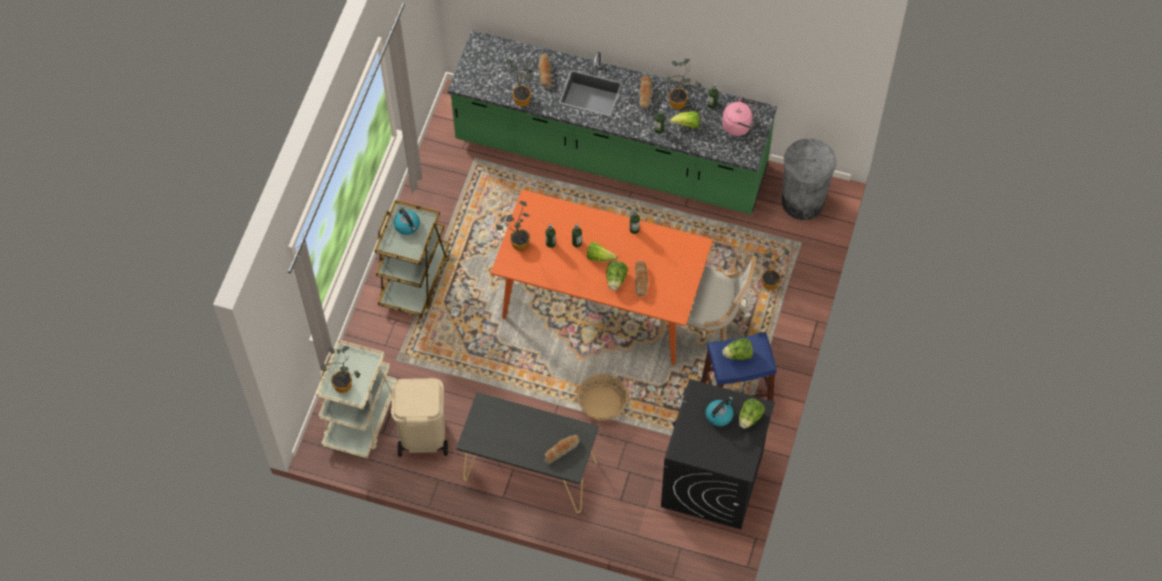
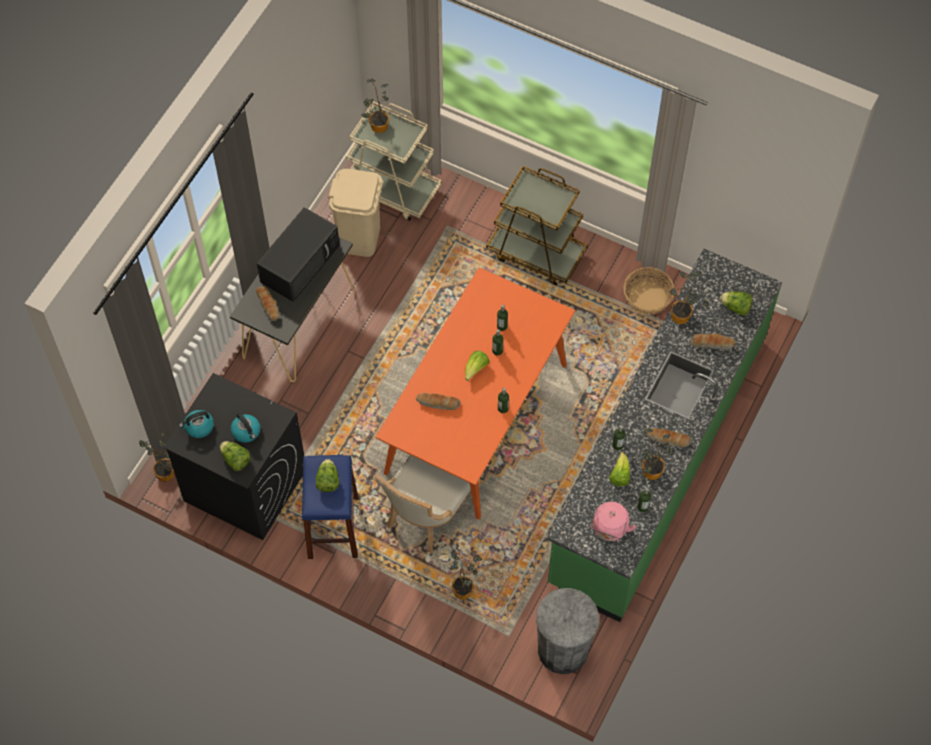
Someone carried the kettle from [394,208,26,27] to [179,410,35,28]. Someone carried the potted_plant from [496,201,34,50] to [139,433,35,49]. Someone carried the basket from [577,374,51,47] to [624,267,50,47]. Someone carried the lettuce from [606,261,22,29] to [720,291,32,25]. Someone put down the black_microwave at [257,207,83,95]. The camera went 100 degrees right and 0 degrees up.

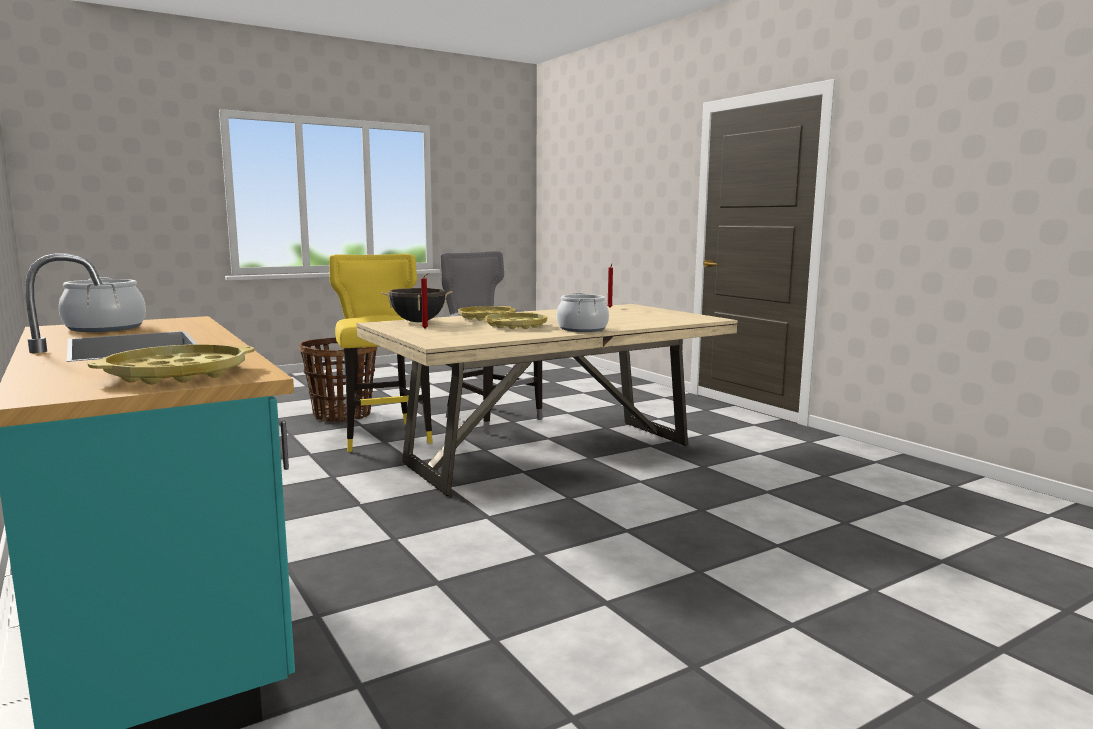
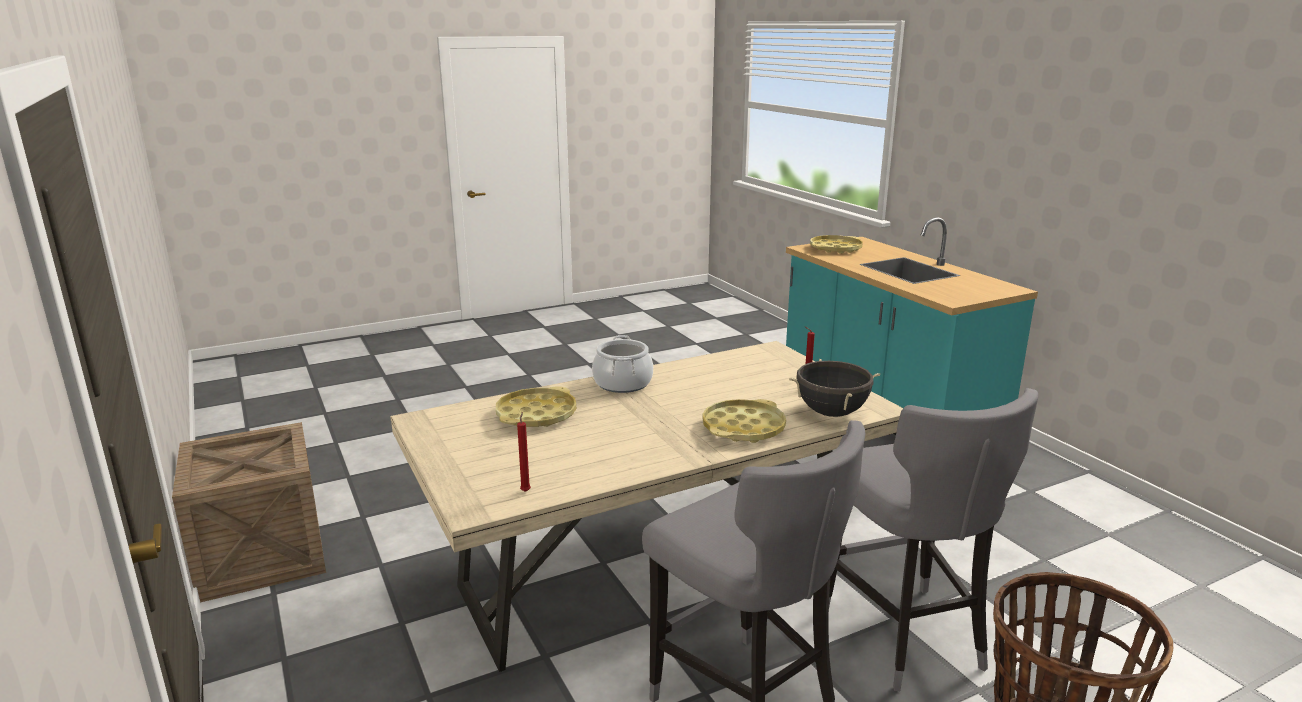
Someone took away the cooking_pot at [59,277,87,55]. Someone repainted the yellow_stool at [329,254,103,198], which became the grey_stool at [829,388,209,303]. Someone carried the yellow_tray from [485,312,62,17] to [496,386,80,41]. Someone put down the crate at [172,422,154,180]. The camera went 175 degrees left and 10 degrees up.

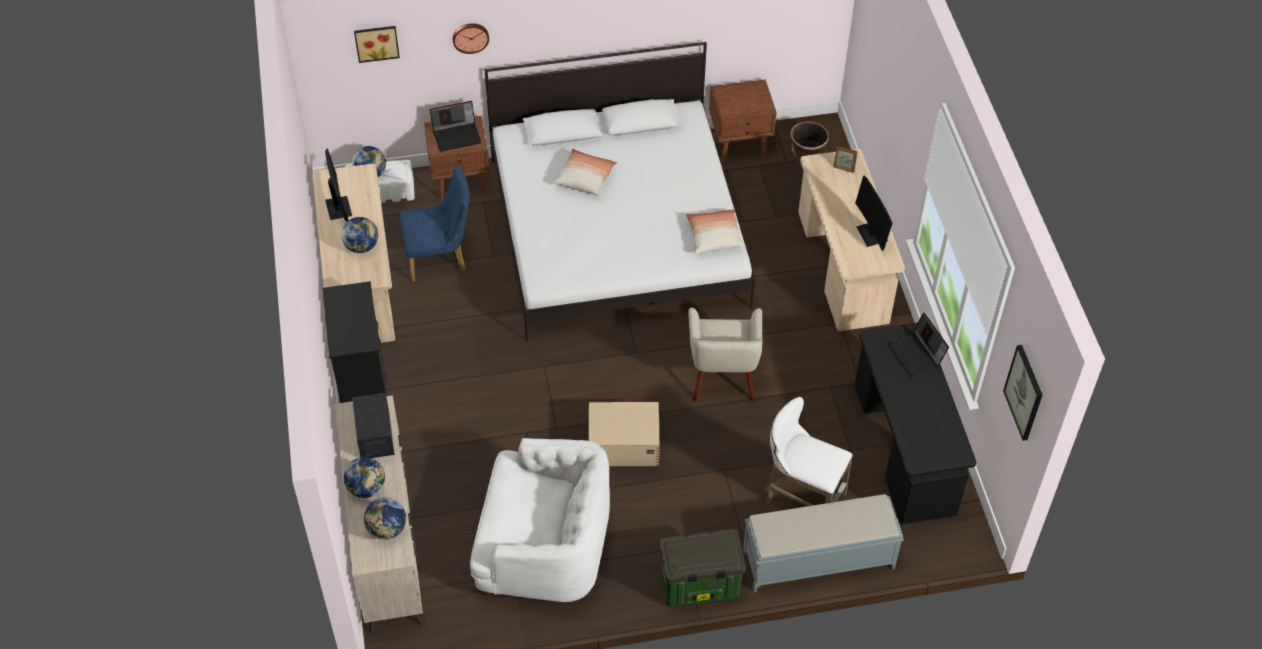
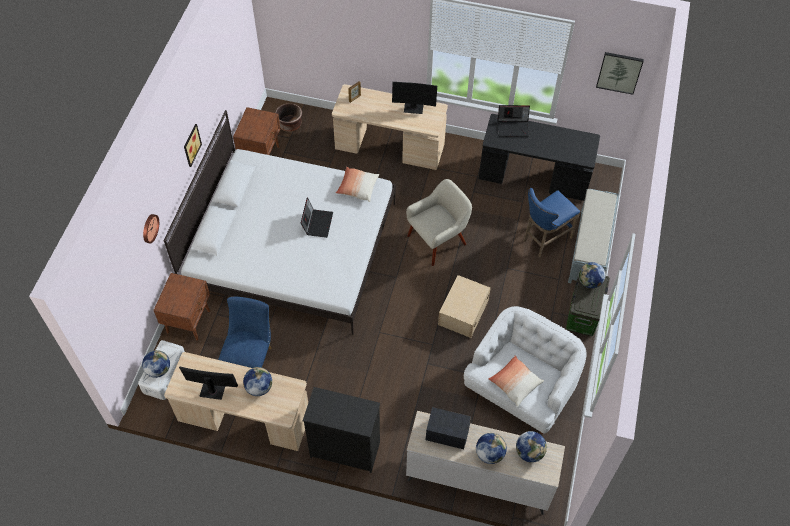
Someone carried the picture from [354,26,46,37] to [184,124,18,43]. Someone carried the laptop from [430,101,51,51] to [301,197,32,41]. Someone carried the pillow from [552,149,65,47] to [488,355,56,52]. Someone rotated the beige_armchair at [688,308,75,94] by 60 degrees counterclockwise. Someone repainted the white_stool at [767,397,86,109], which became the blue_stool at [523,188,57,69]. Someone put down the globe at [579,262,26,26]. The camera went 65 degrees left and 5 degrees up.

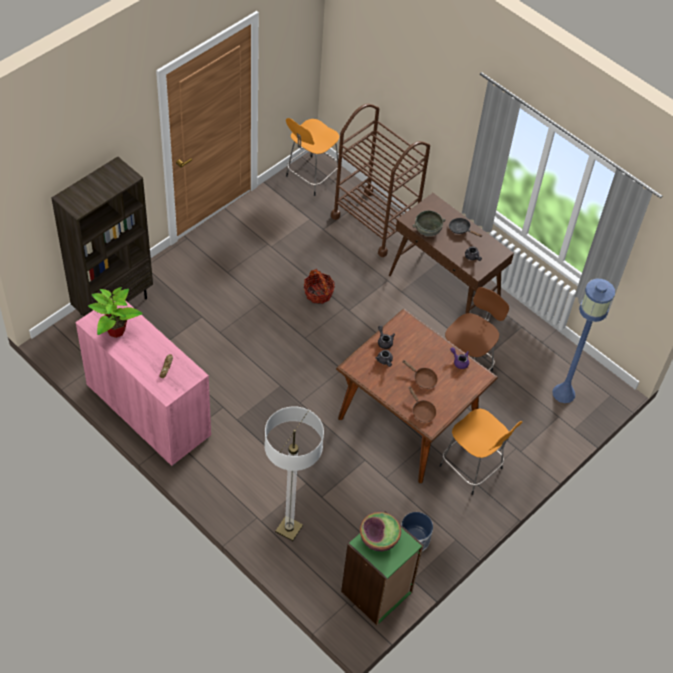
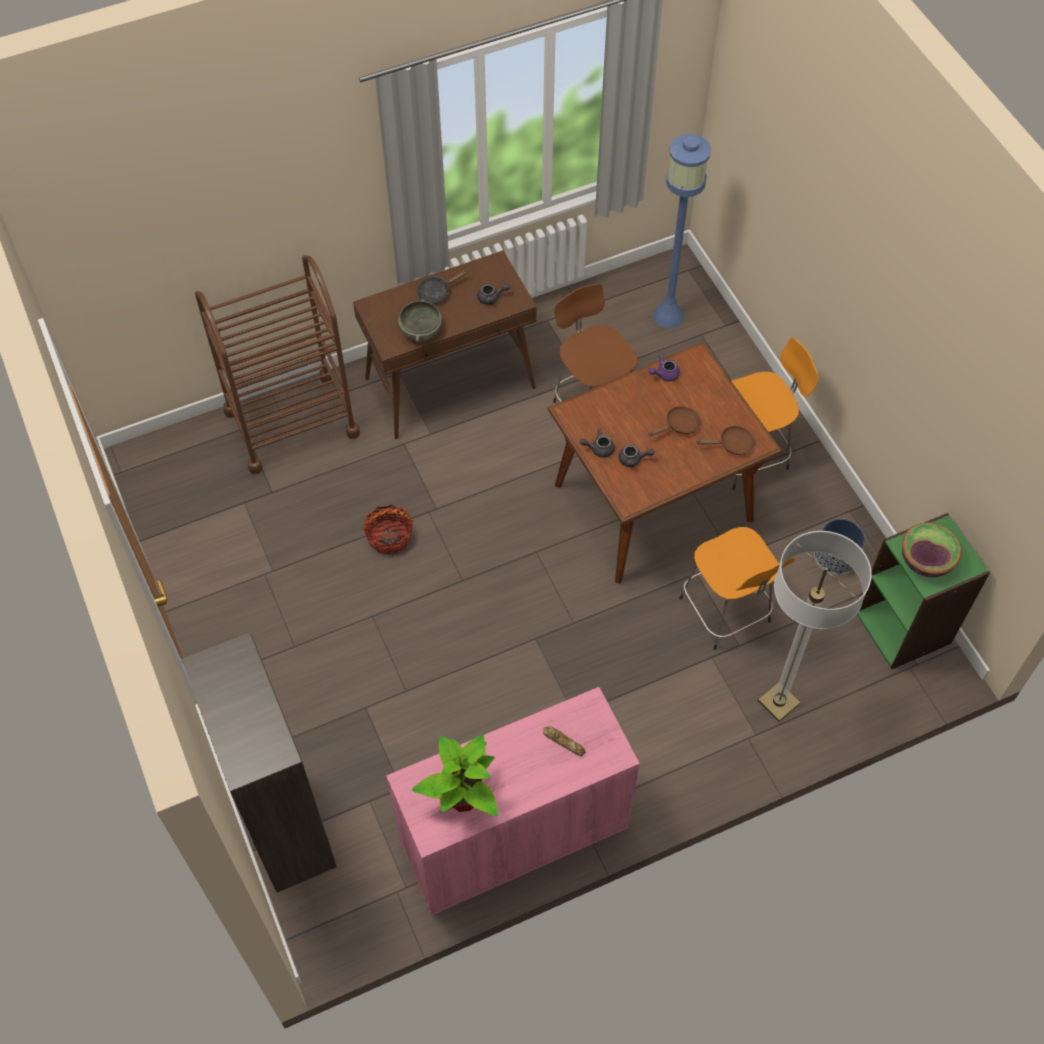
Someone carried the orange_stool from [286,118,53,78] to [679,527,116,123]. The camera went 65 degrees left and 5 degrees up.

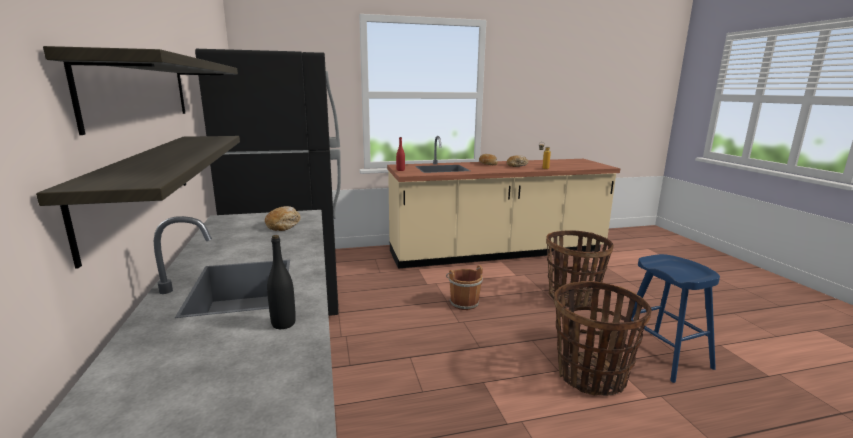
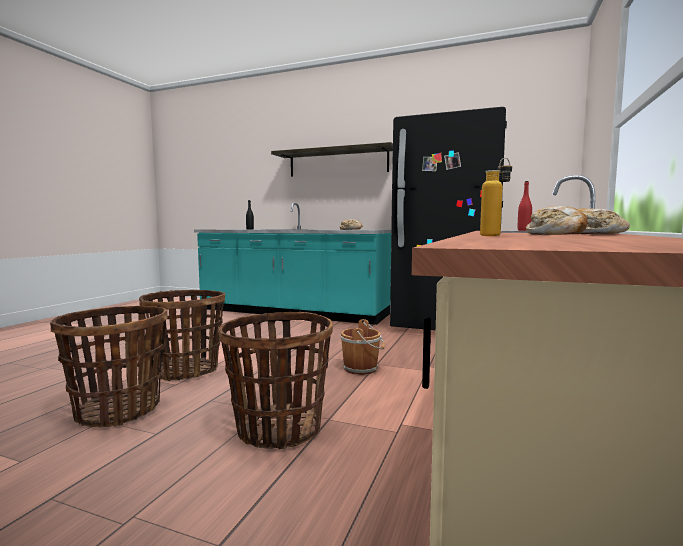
Someone took away the shelf at [36,136,204,133]. Someone swapped the blue_stool at [631,254,89,129] for the basket at [50,305,118,122]. The camera went 125 degrees right and 10 degrees down.

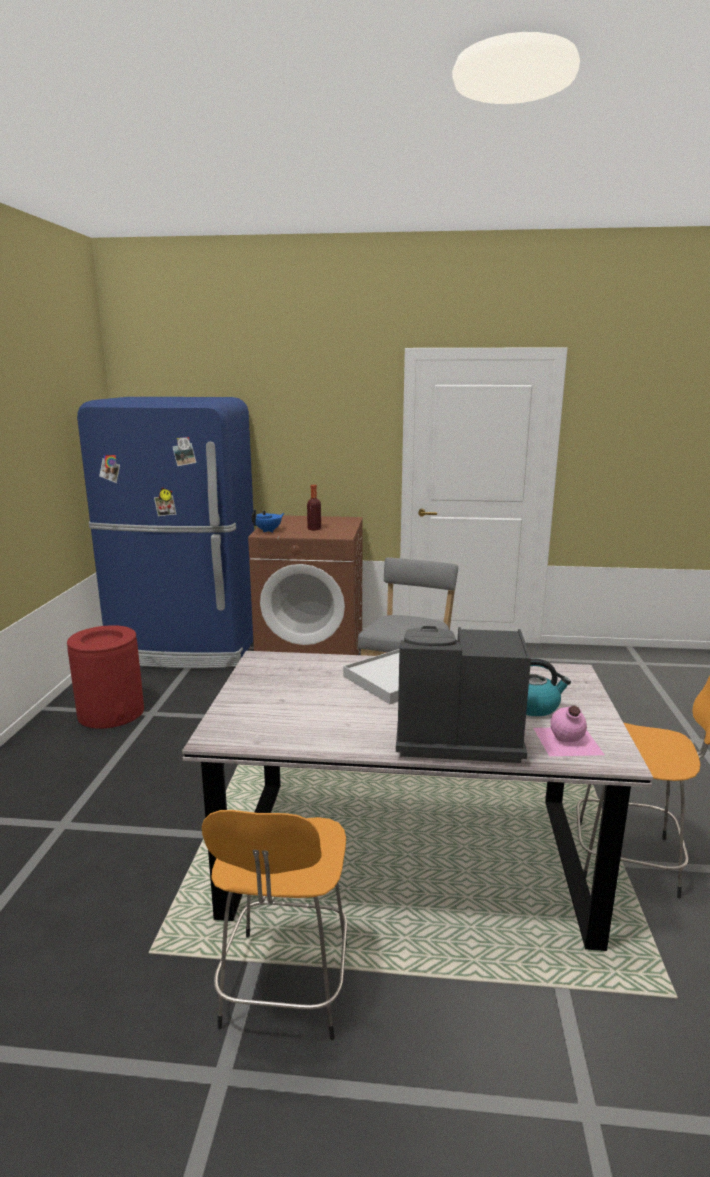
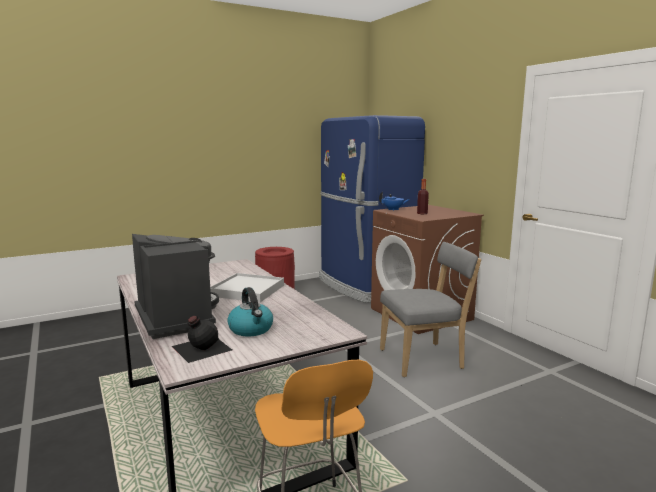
Someone took away the orange_stool at [202,810,145,230]. Someone repainted the pink_bottle at [533,706,71,50], which became the black_bottle at [172,316,60,47]. The camera went 55 degrees right and 5 degrees down.

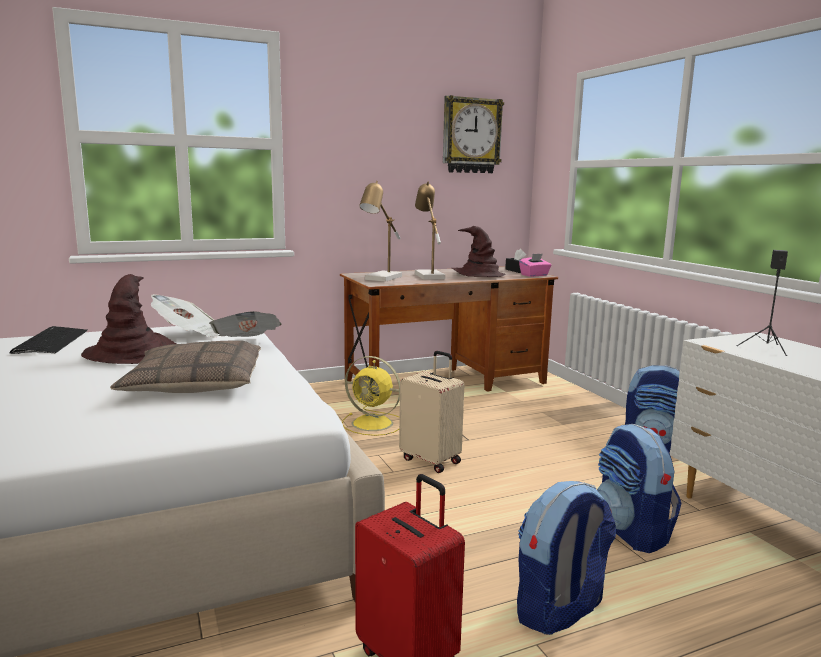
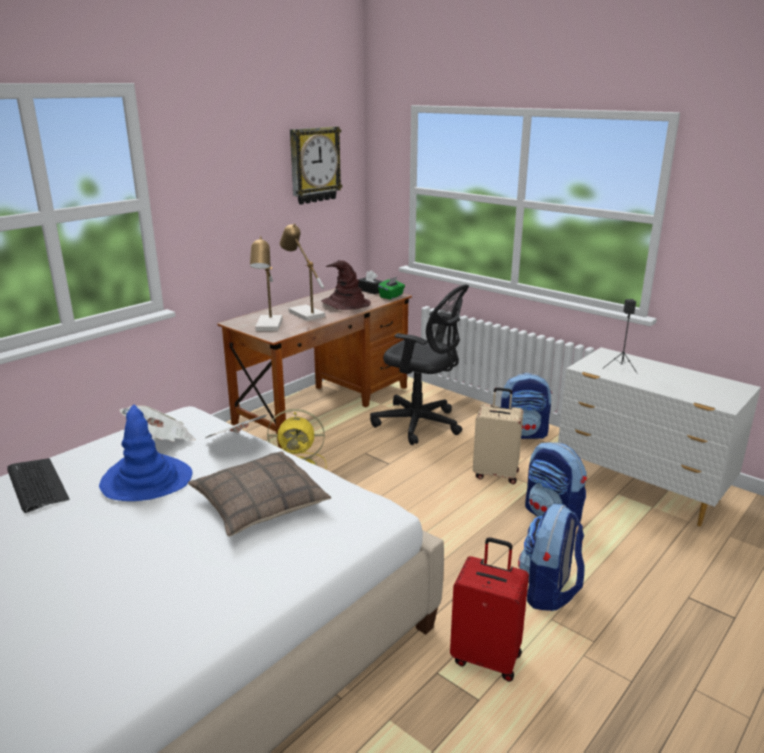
Someone repainted the brown_hat at [81,274,95,90], which became the blue_hat at [99,404,93,97]. Someone carried the beige_suitcase from [399,351,65,122] to [473,387,50,97]. Someone repainted the pink_tissue_box at [519,254,32,23], which became the green_tissue_box at [378,277,27,22]. Someone put down the black_office_chair at [370,284,99,161]. The camera went 25 degrees left and 10 degrees up.

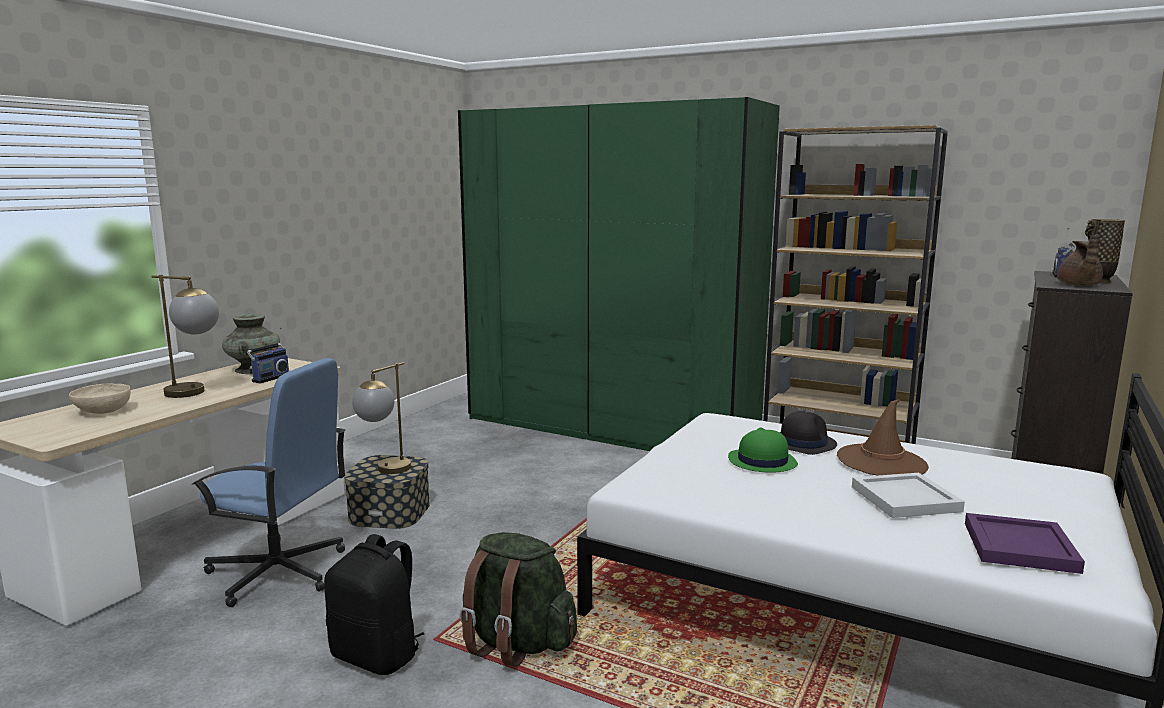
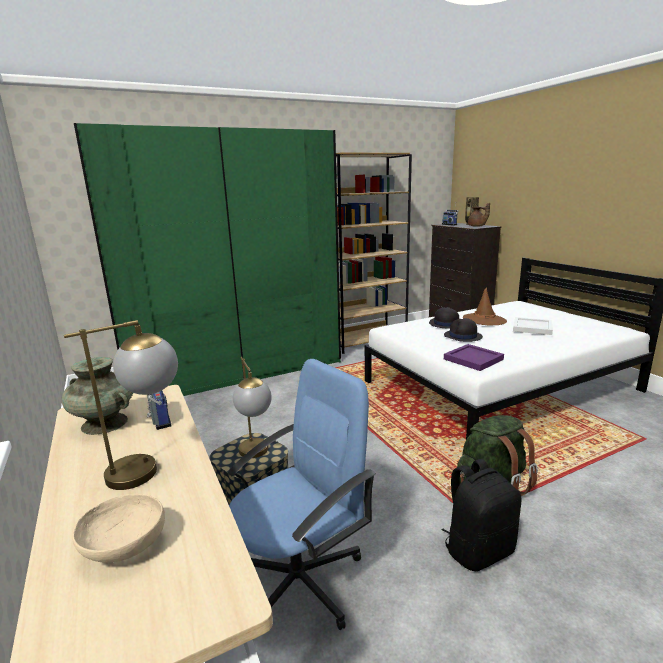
Someone repainted the green_hat at [728,427,70,46], which became the black_hat at [444,318,39,24]. Someone carried the purple_tray from [965,513,120,61] to [444,344,60,27]. The camera went 55 degrees left and 5 degrees up.

